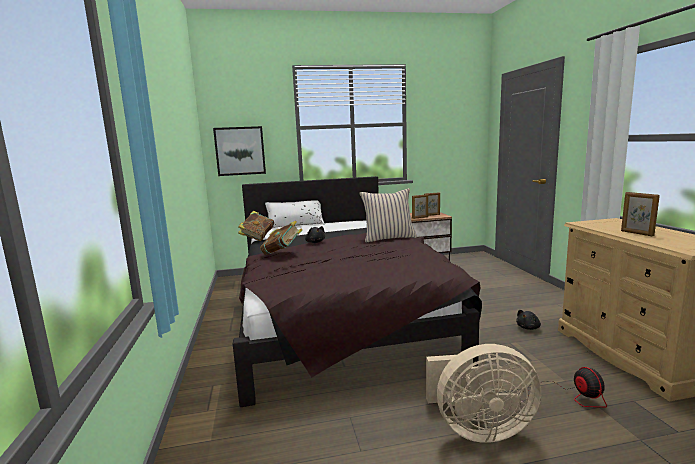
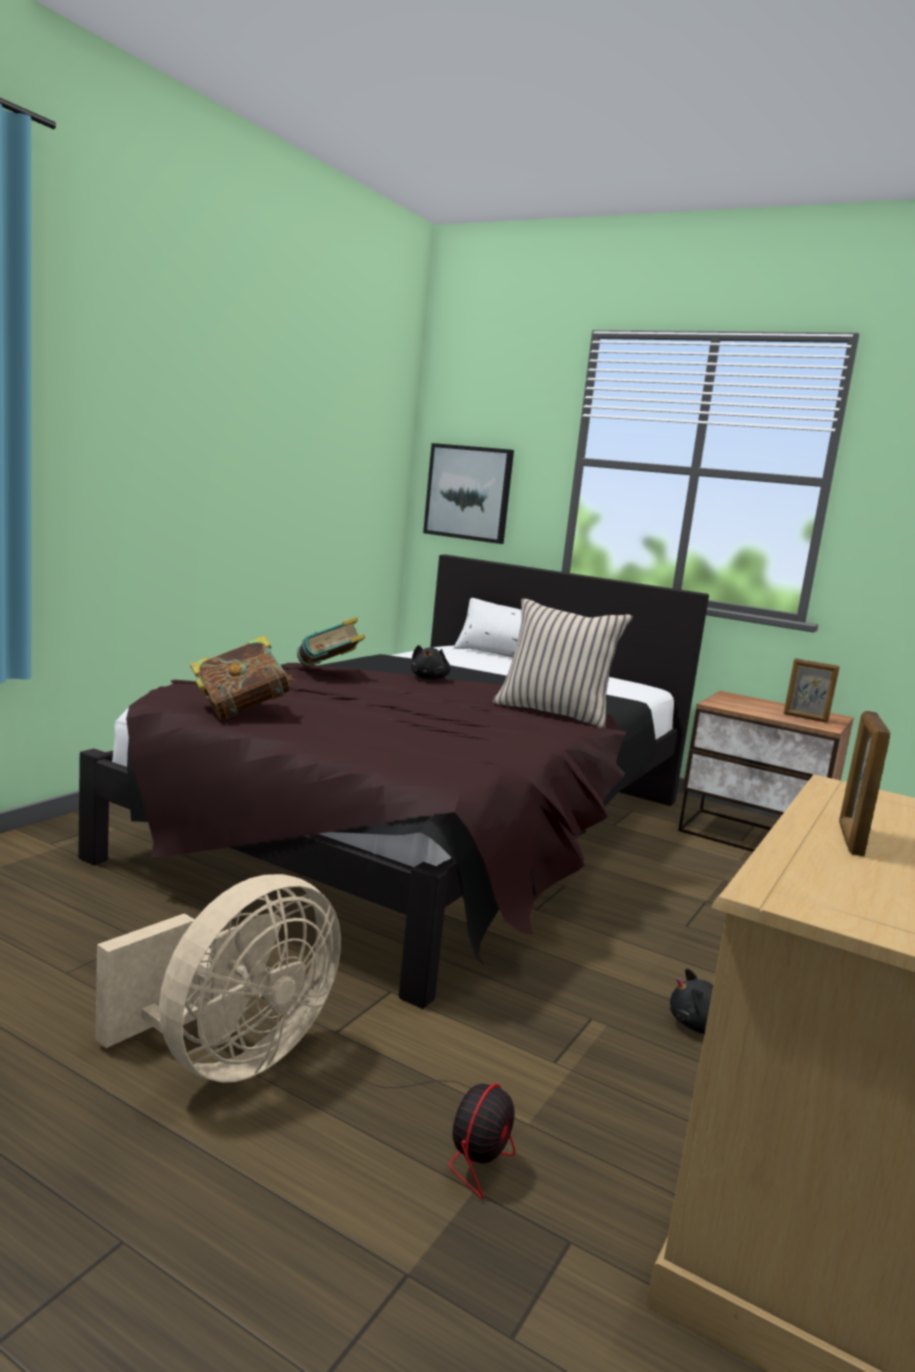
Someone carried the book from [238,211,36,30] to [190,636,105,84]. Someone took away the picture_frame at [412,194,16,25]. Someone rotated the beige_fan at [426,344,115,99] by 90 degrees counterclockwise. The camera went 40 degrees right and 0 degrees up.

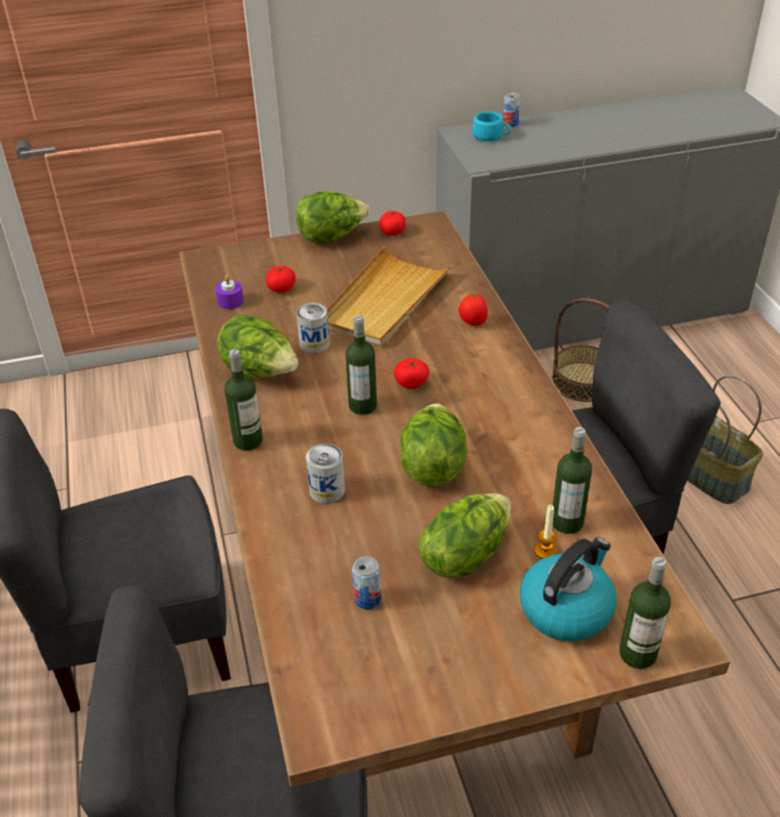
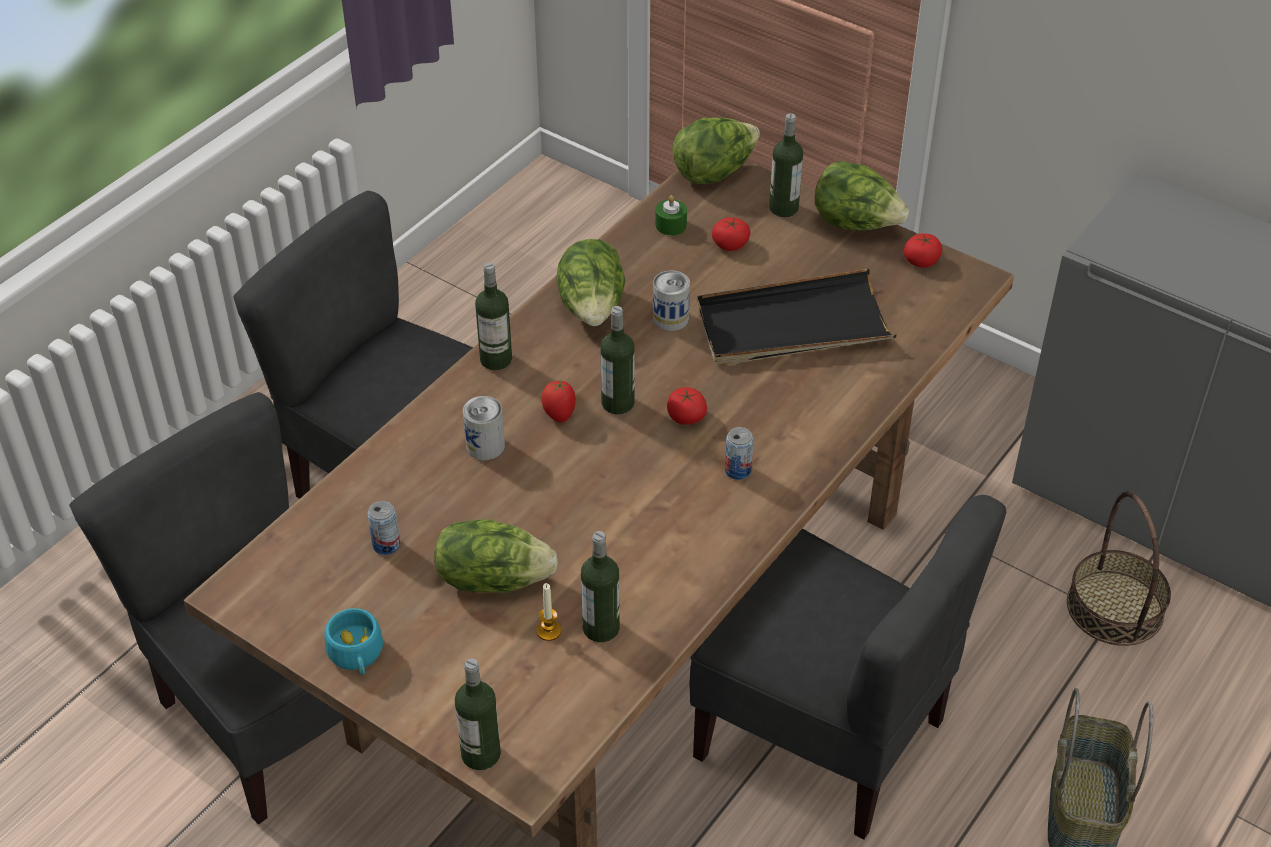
Someone repainted the purple_candle at [215,275,29,34], which became the green_candle at [655,195,32,41]. Someone repainted the beige_tray at [327,246,125,101], which became the black_tray at [696,269,201,97]. Someone carried the lettuce from [400,403,67,84] to [672,118,88,66]. Someone carried the tomato from [459,293,29,33] to [541,380,35,43]. Someone carried the turquoise_cup from [472,111,39,31] to [324,608,59,67]. Someone carried the can from [503,92,17,35] to [725,427,29,53]. Someone took away the kettle at [520,537,97,104]. Someone put down the bottle at [769,113,34,104]. The camera went 50 degrees right and 5 degrees up.

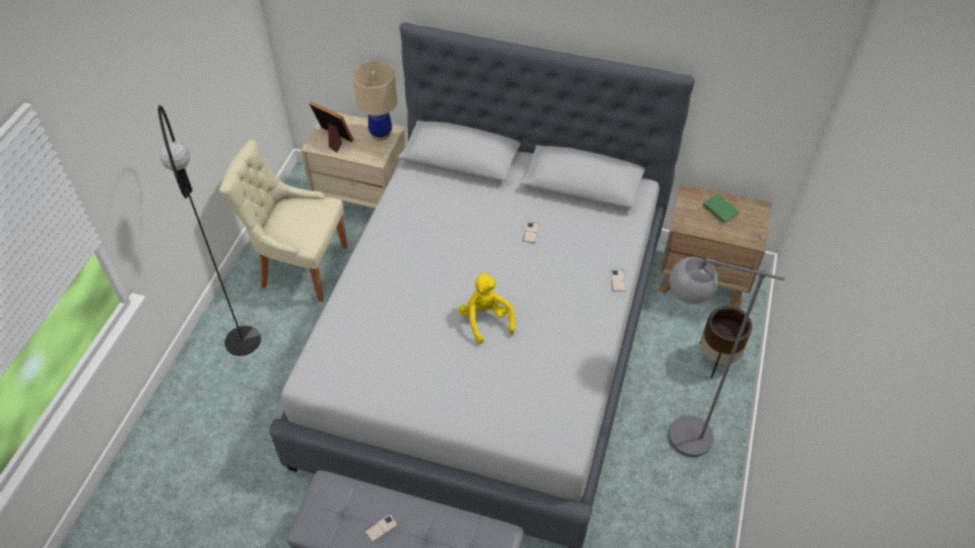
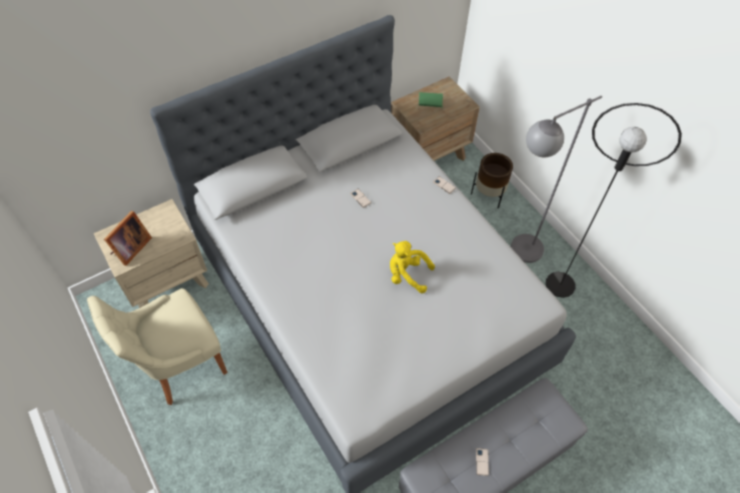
Someone carried the black_floor_lamp from [158,105,103,251] to [546,103,136,195]. Someone rotated the picture_frame at [309,102,45,51] by 135 degrees clockwise. Someone took away the beige_table_lamp at [353,61,45,80]. The camera went 50 degrees left and 5 degrees up.

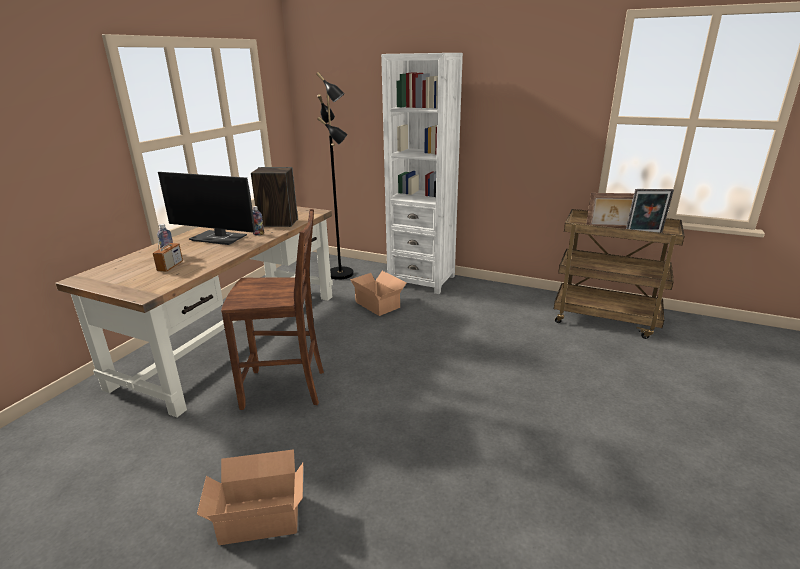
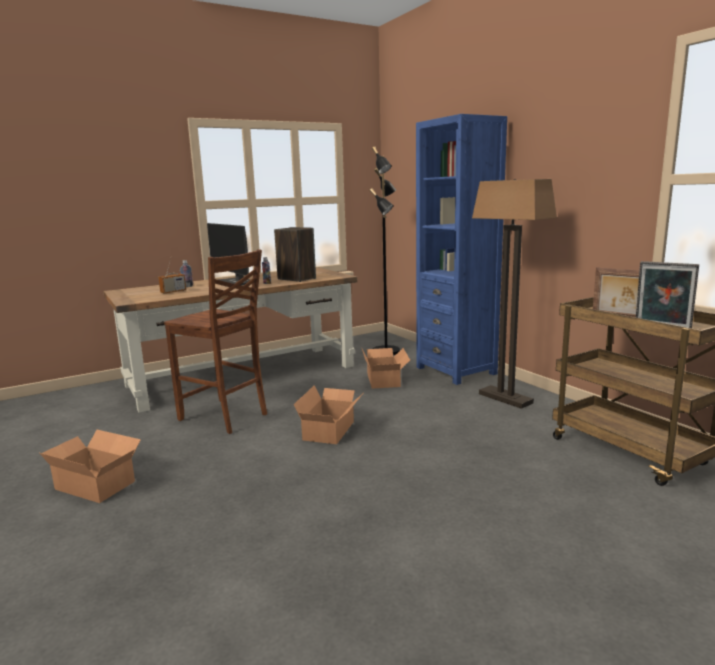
Someone repainted the white_bookcase at [381,53,82,241], which became the blue_bookcase at [416,114,91,271]. Someone put down the cardboard_box at [293,385,69,59]. Someone put down the floor_lamp at [472,179,85,230]. The camera went 35 degrees right and 10 degrees down.

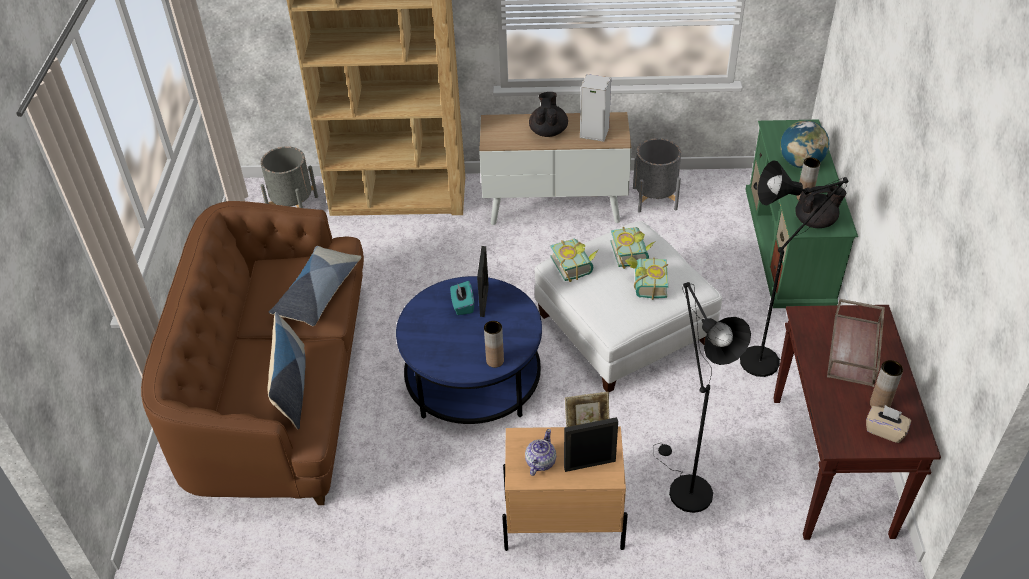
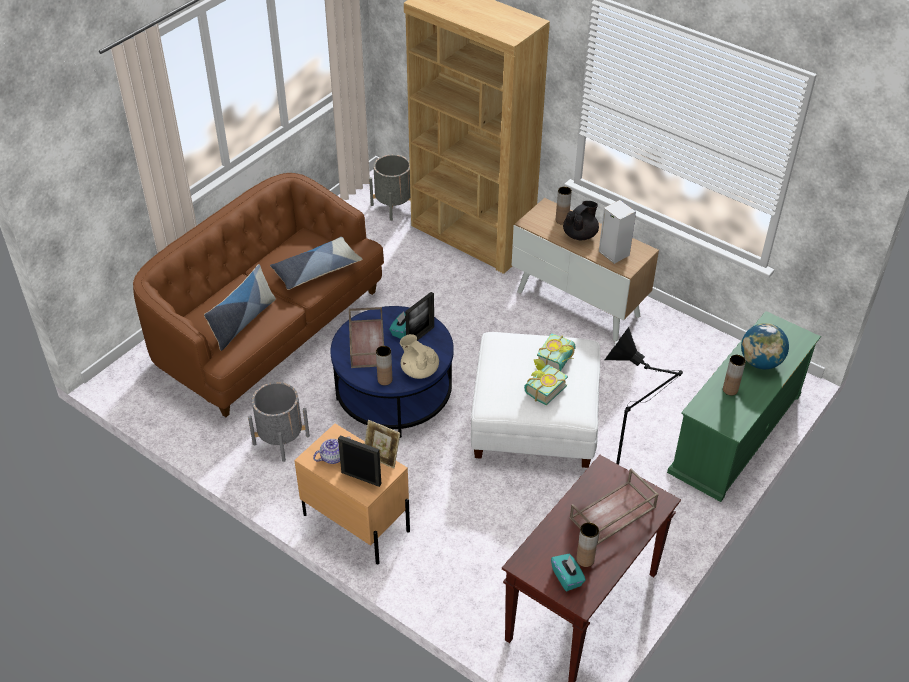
Someone took away the book at [551,239,47,43]. Someone carried the grey_planter from [633,138,48,75] to [248,382,62,80]. Someone took away the black_floor_lamp at [653,282,98,231]. Someone took away the black_teapot at [795,185,51,43]. Someone repainted the beige_tissue_box at [866,405,45,38], which became the turquoise_tissue_box at [551,554,35,38]. Someone put down the brown_tray at [349,307,35,61]. Someone put down the beige_teapot at [400,334,39,45]. Someone put down the brown_vase at [556,187,16,38]. The camera went 35 degrees right and 0 degrees up.

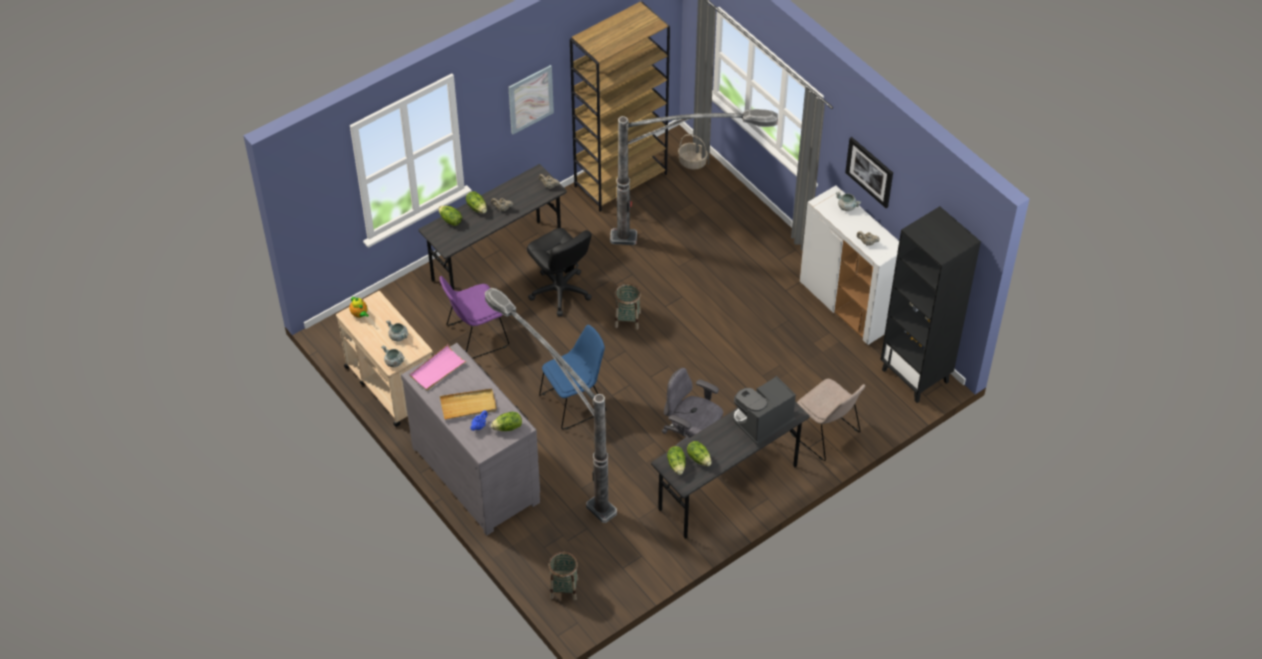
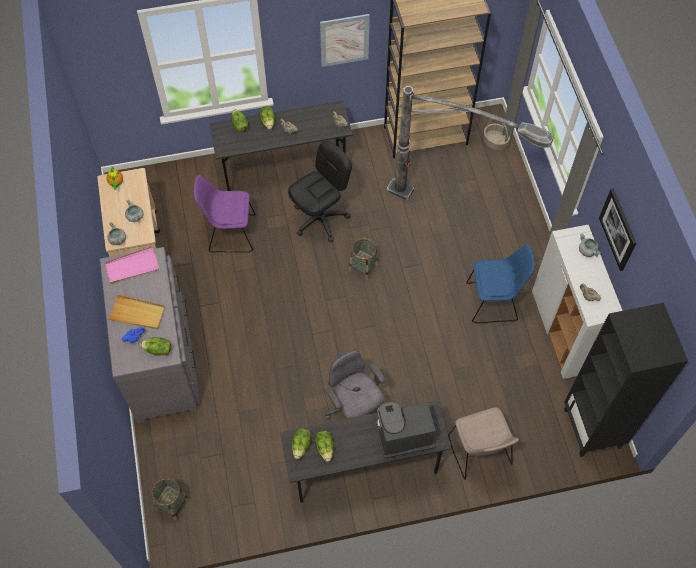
Someone took away the floor_lamp at [485,288,132,235]. Someone rotated the black_office_chair at [527,228,65,88] by 120 degrees counterclockwise. Someone carried the blue_chair from [539,325,67,105] to [466,244,68,80]. The camera went 25 degrees right and 10 degrees up.

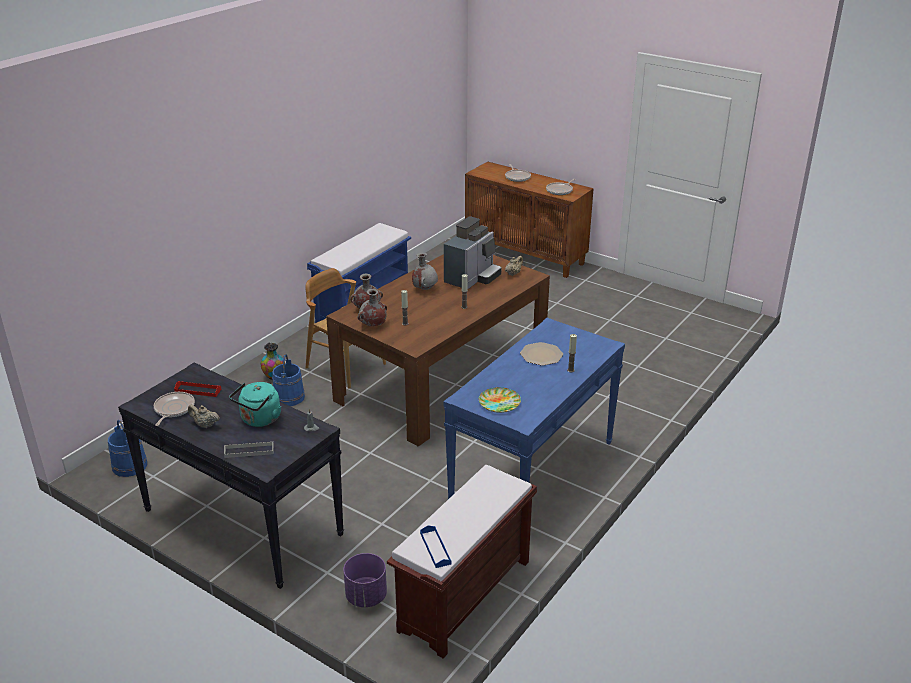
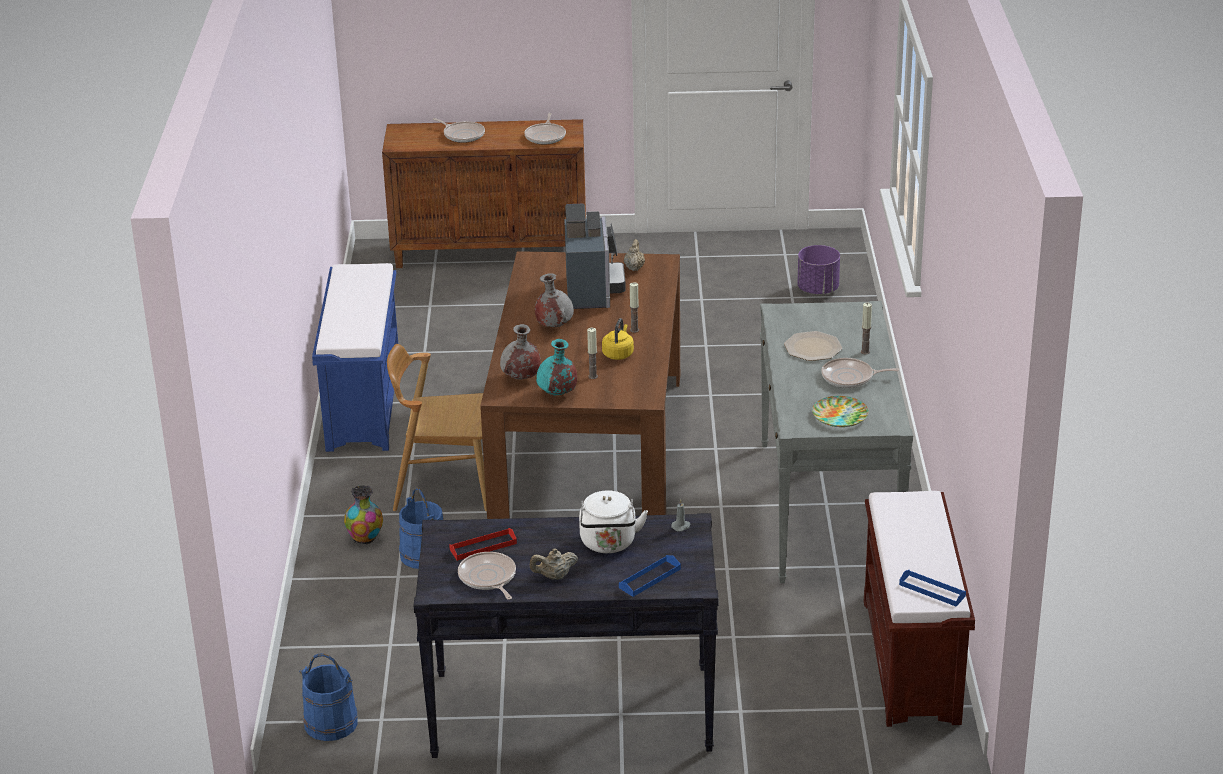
Someone repainted the grey_tray at [224,442,50,16], which became the blue_tray at [619,555,62,42]. Someone repainted the turquoise_kettle at [229,382,52,45], which became the white_kettle at [579,490,69,63]. Someone carried the purple_planter from [343,553,44,55] to [797,245,43,49]. Someone repainted the grey_vase at [357,289,30,37], which became the turquoise_vase at [536,339,41,56]. Someone repainted the blue_console_table at [443,318,182,181], which became the grey_console_table at [760,301,153,282]. Someone put down the yellow_kettle at [602,318,32,42]. Someone put down the frying_pan at [821,358,78,30]. The camera went 35 degrees left and 0 degrees up.

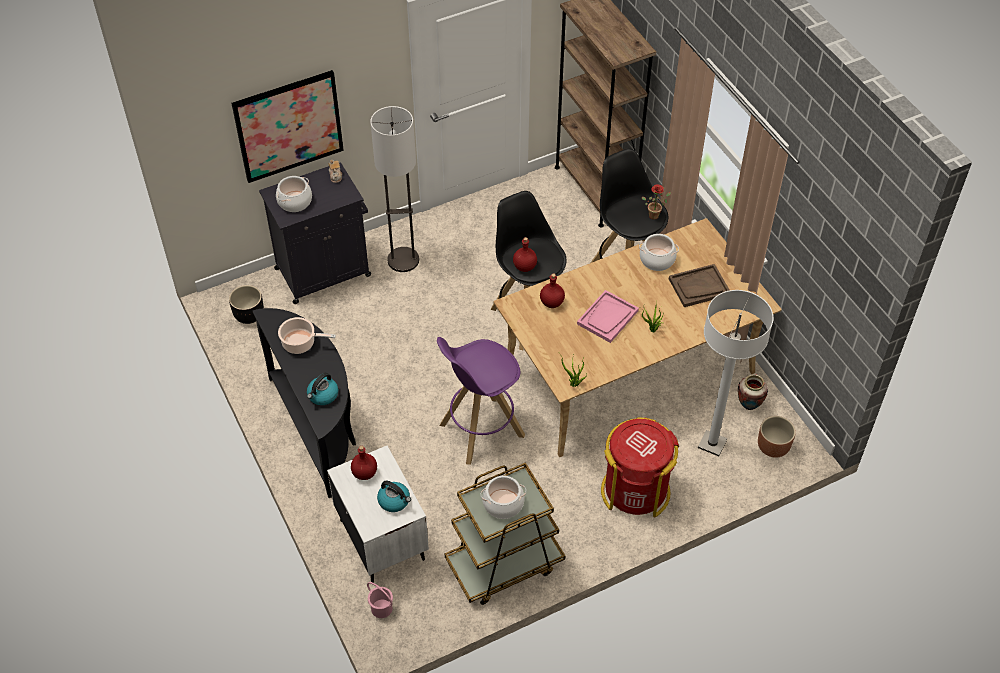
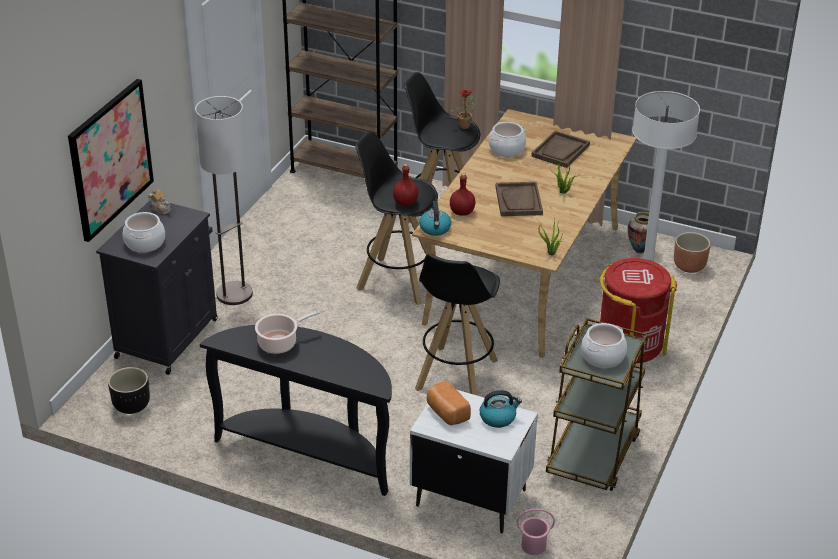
Someone carried the kettle from [307,373,31,32] to [419,201,32,35]. Someone swapped the red_bottle at [351,446,26,34] for the bread at [427,380,44,45]. Someone repainted the purple_stool at [437,337,88,128], which became the black_stool at [415,254,85,141]. Someone repainted the pink_tray at [577,290,62,53], which became the brown_tray at [496,182,47,34]. The camera went 40 degrees left and 15 degrees down.

